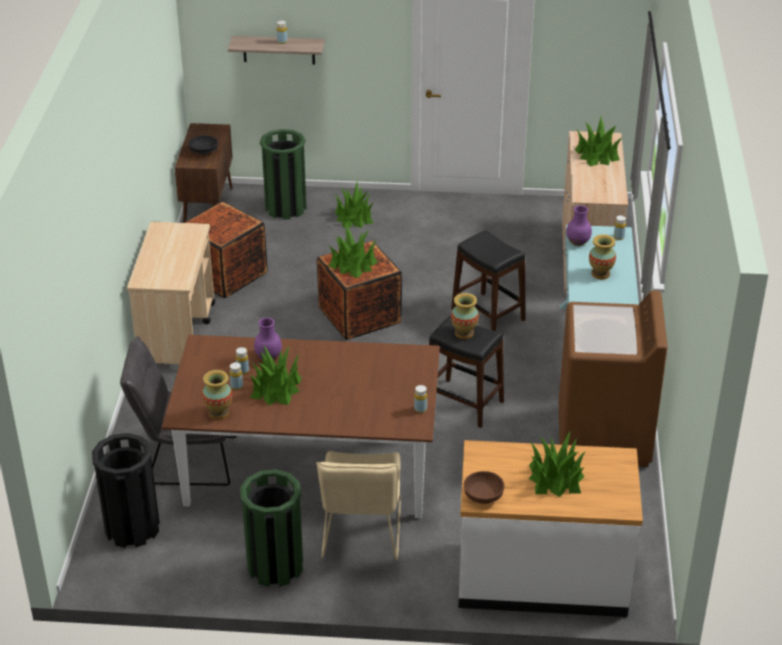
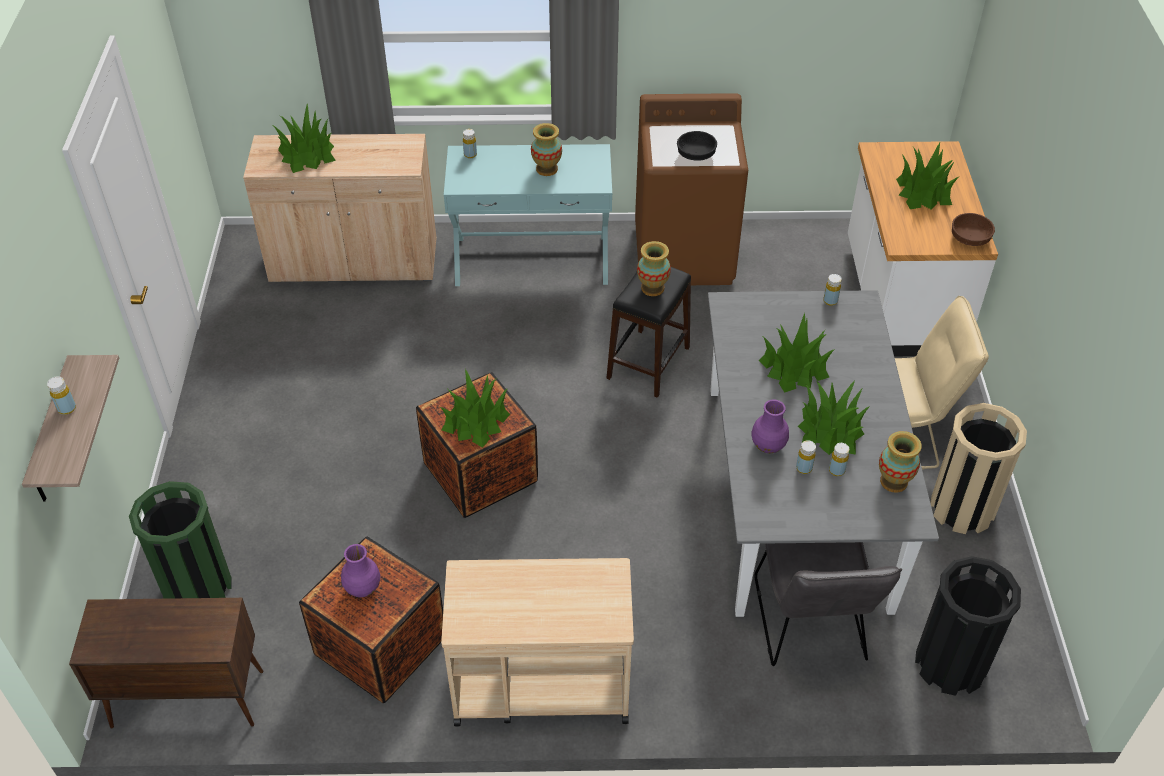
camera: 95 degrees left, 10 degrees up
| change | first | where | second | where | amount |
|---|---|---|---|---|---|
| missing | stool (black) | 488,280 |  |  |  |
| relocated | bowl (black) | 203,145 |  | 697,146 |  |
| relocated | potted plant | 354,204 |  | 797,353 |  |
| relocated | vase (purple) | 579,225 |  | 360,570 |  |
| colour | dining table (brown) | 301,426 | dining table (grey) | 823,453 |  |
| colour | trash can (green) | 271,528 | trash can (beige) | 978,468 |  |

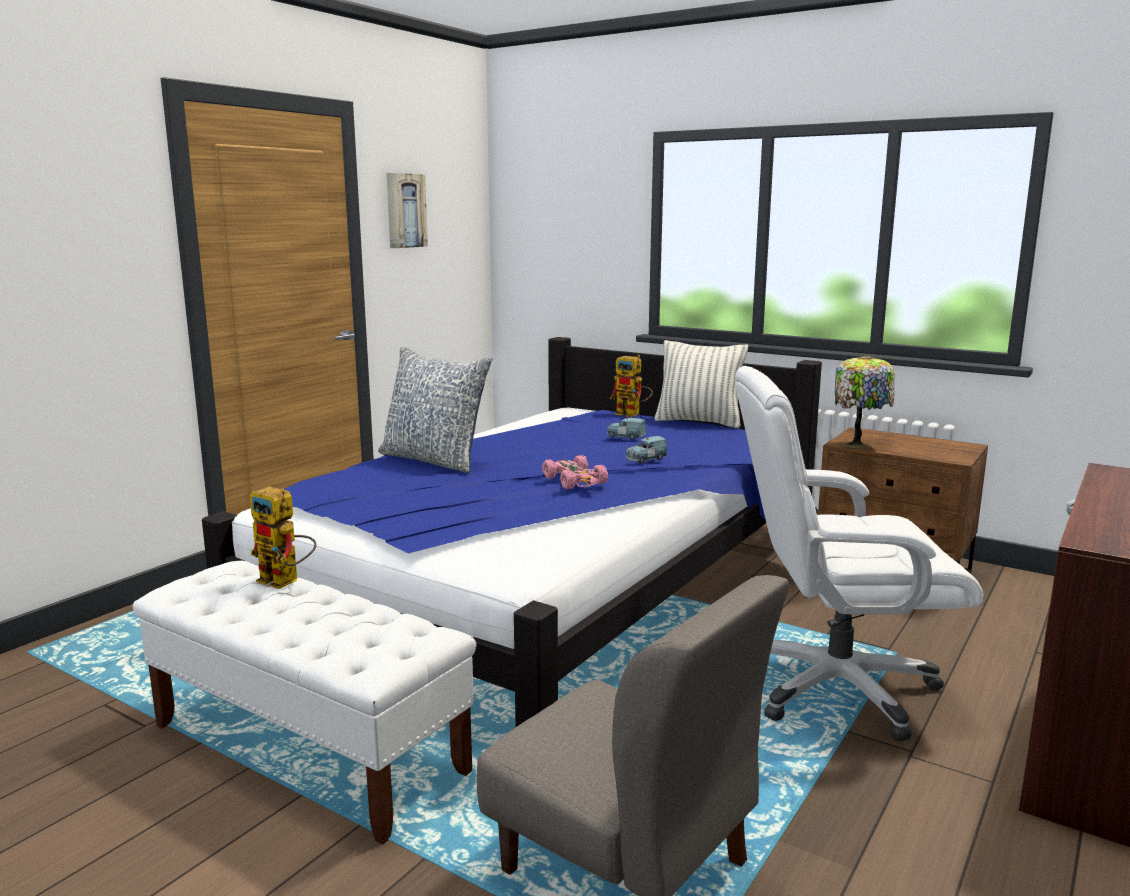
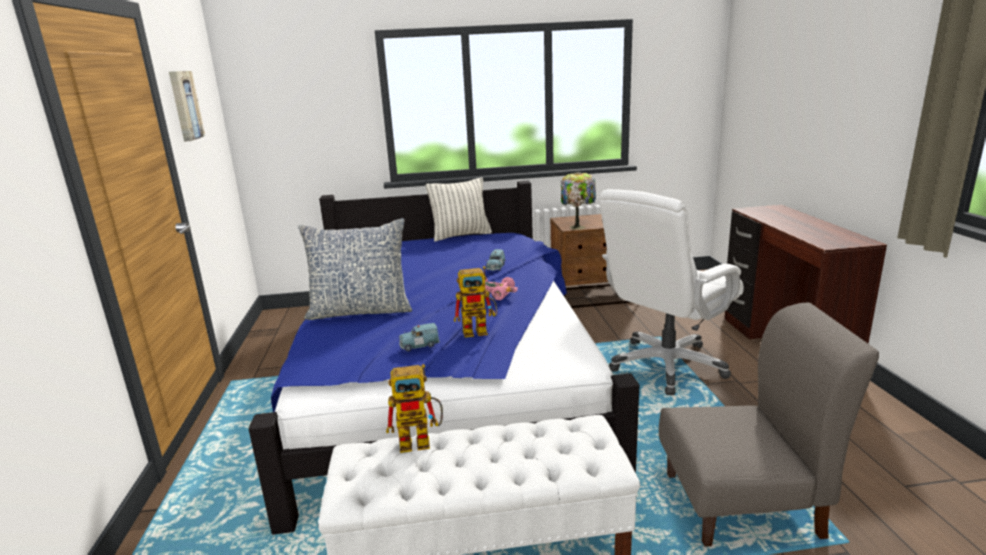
camera: 40 degrees left, 5 degrees up
| change | first | where | second | where | amount |
|---|---|---|---|---|---|
| relocated | toy car (blue) | 626,428 |  | 419,337 |  |
| relocated | toy robot | 631,386 |  | 475,302 |  |

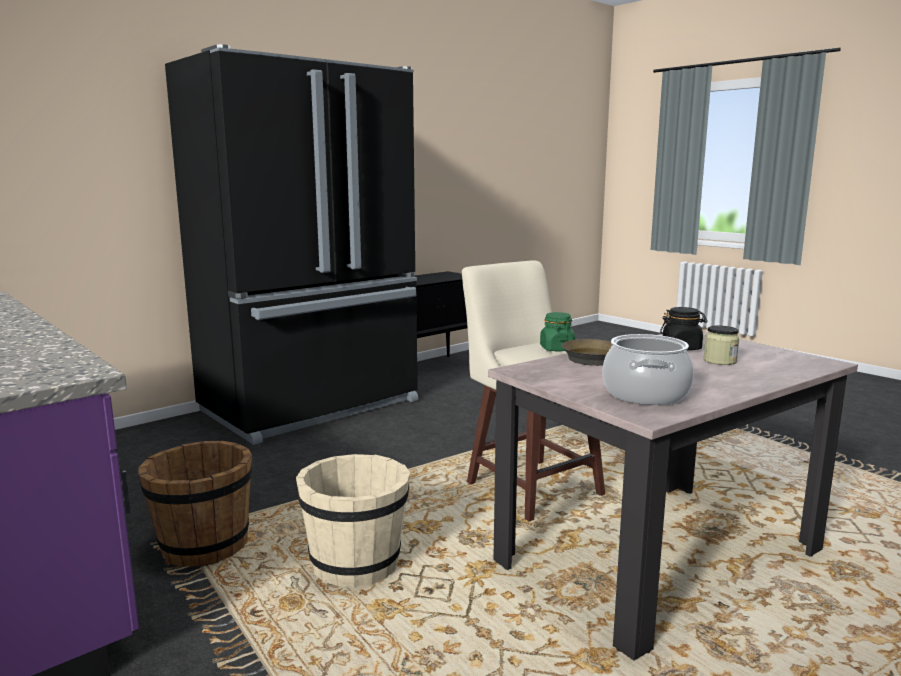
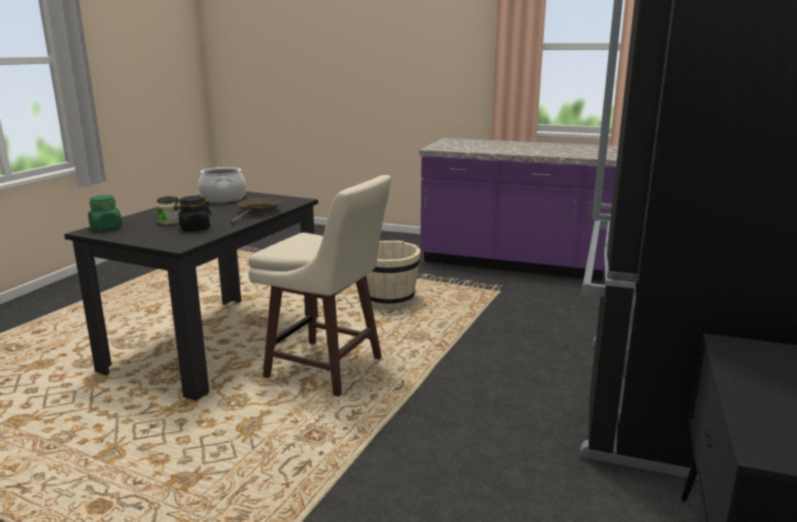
camera: 150 degrees right, 5 degrees up
| change | first | where | second | where | amount |
|---|---|---|---|---|---|
| missing | bucket (brown) | 195,504 |  |  |  |
| relocated | jar (green) | 557,331 |  | 105,212 |  |
| colour | dining table (beige) | 673,496 | dining table (black) | 191,296 |  |

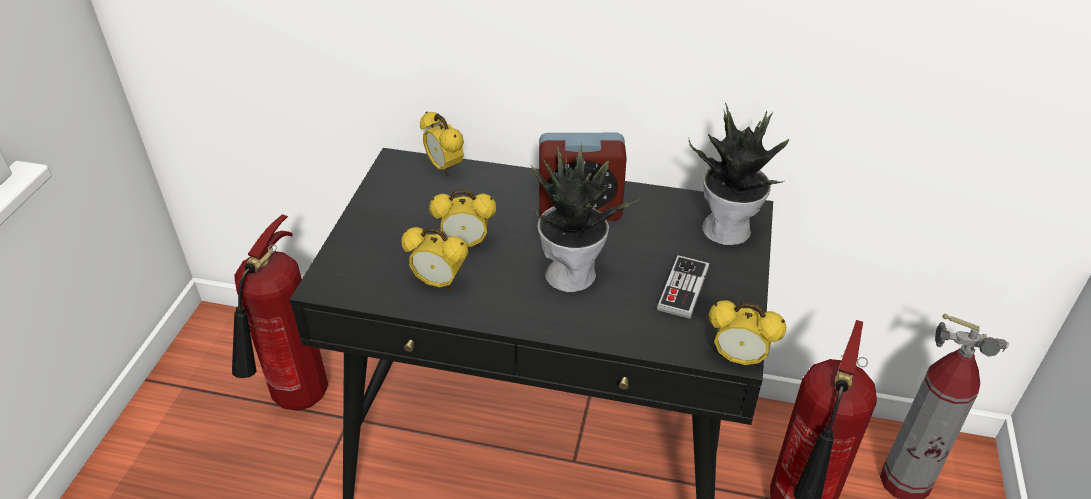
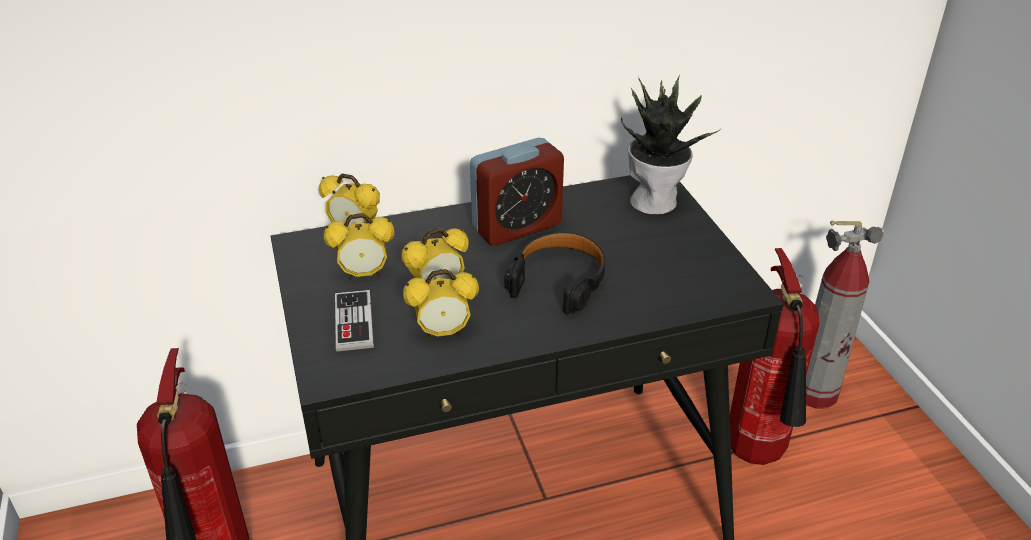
camera: 30 degrees left, 5 degrees down
| change | first | where | second | where | amount |
|---|---|---|---|---|---|
| relocated | game controller | 683,287 |  | 354,321 |  |
| relocated | alarm clock | 747,334 |  | 359,246 |  |
| exchanged | potted plant | 585,217 | headphones (black) | 554,273 |  |

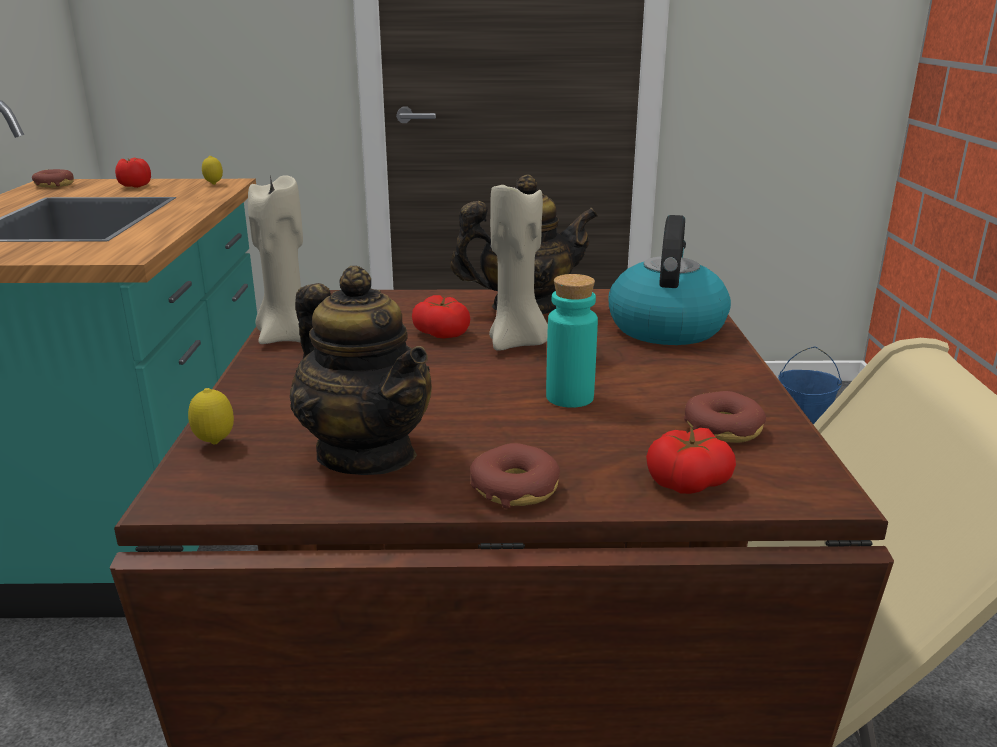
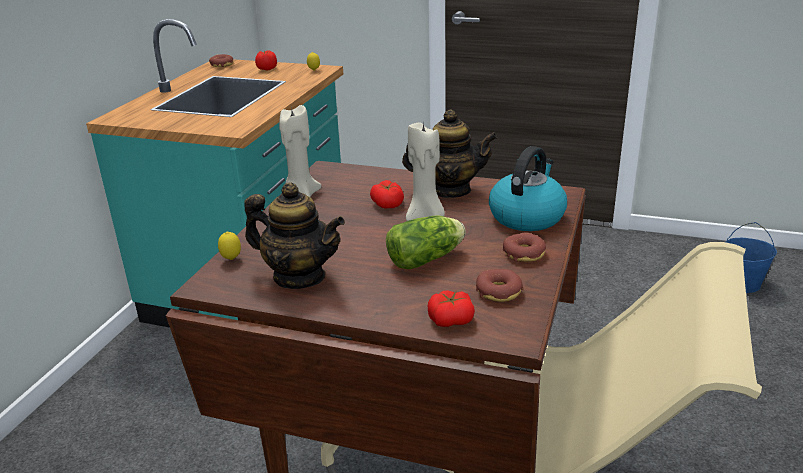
camera: 20 degrees right, 5 degrees up
| change | first | where | second | where | amount |
|---|---|---|---|---|---|
| relocated | donut | 515,476 |  | 524,247 |  |
| exchanged | bottle (turquoise) | 572,341 | lettuce | 426,242 |  |
| spun | teapot | 361,370 |  | 294,235 | 45 degrees counterclockwise |

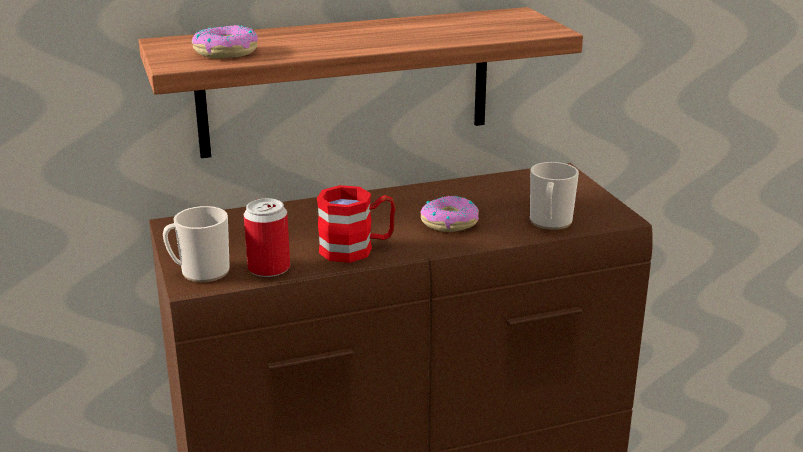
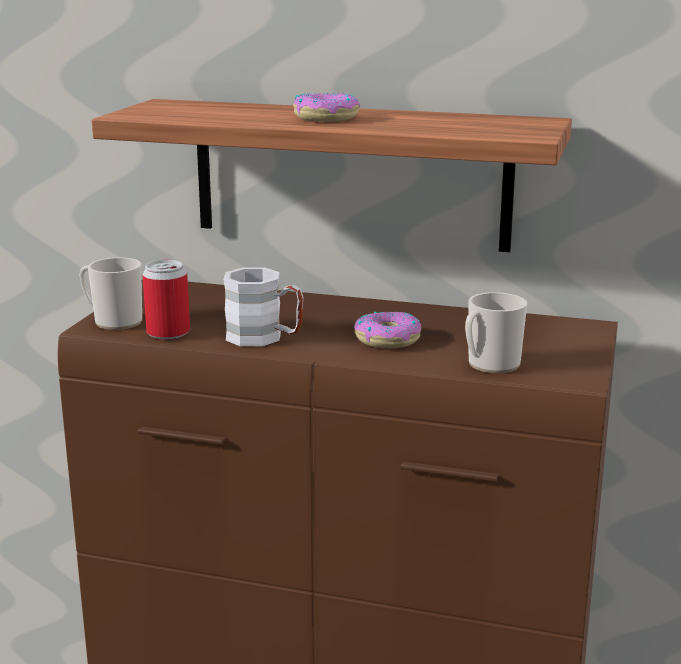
camera: 35 degrees right, 5 degrees down
| change | first | where | second | where | amount |
|---|---|---|---|---|---|
| relocated | donut | 225,41 |  | 326,107 |  |
| colour | mug (red) | 356,224 | mug (white) | 263,306 |  |

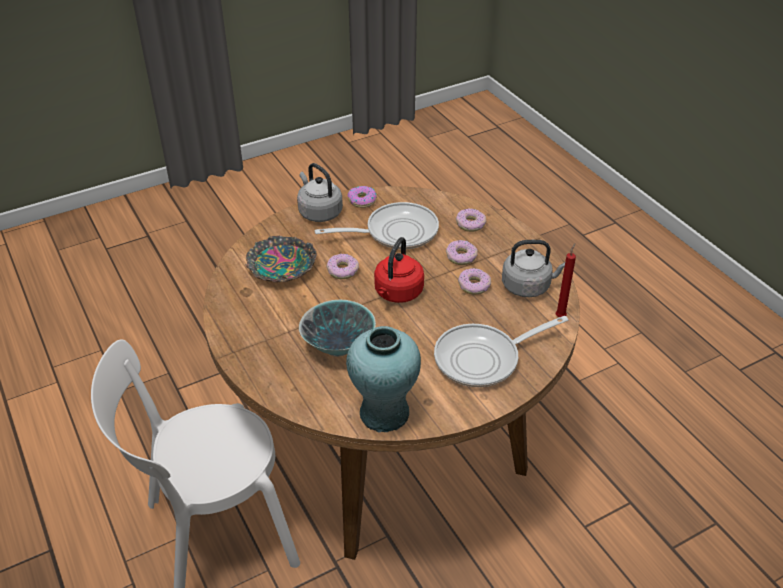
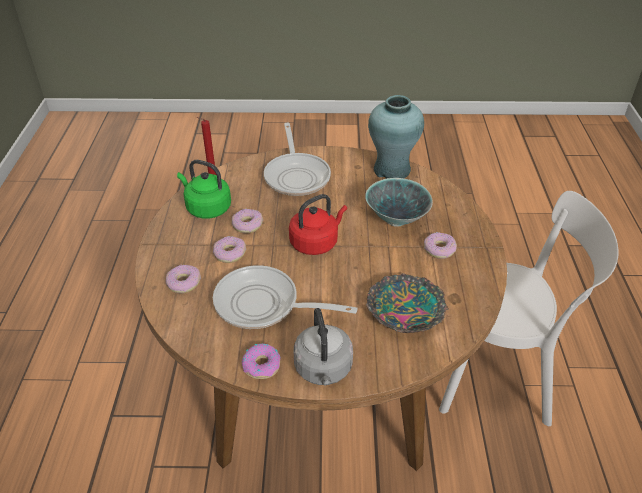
camera: 150 degrees left, 0 degrees up
| change | first | where | second | where | amount |
|---|---|---|---|---|---|
| relocated | donut | 343,266 |  | 440,246 |  |
| colour | kettle (grey) | 533,268 | kettle (green) | 204,189 |  |
| spun | frying pan | 501,351 |  | 297,159 | 75 degrees clockwise |

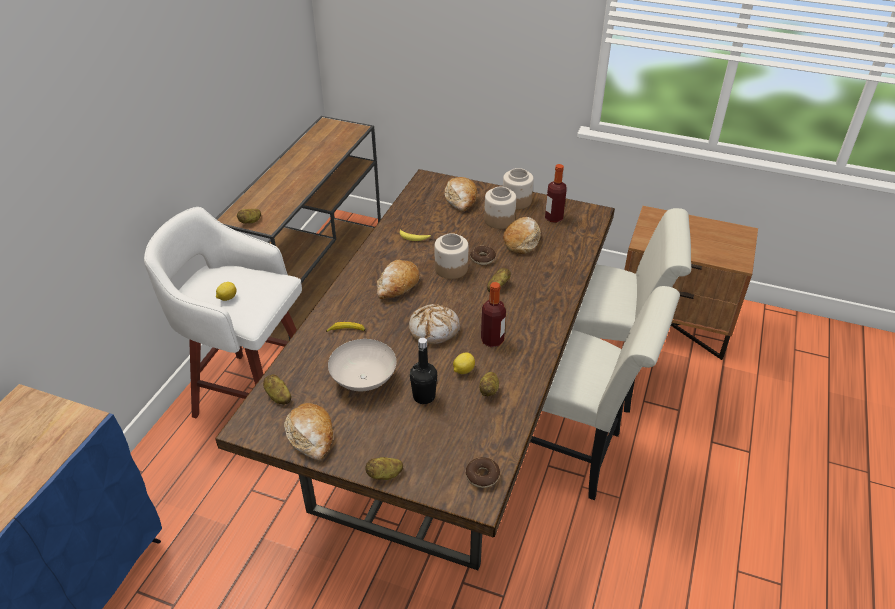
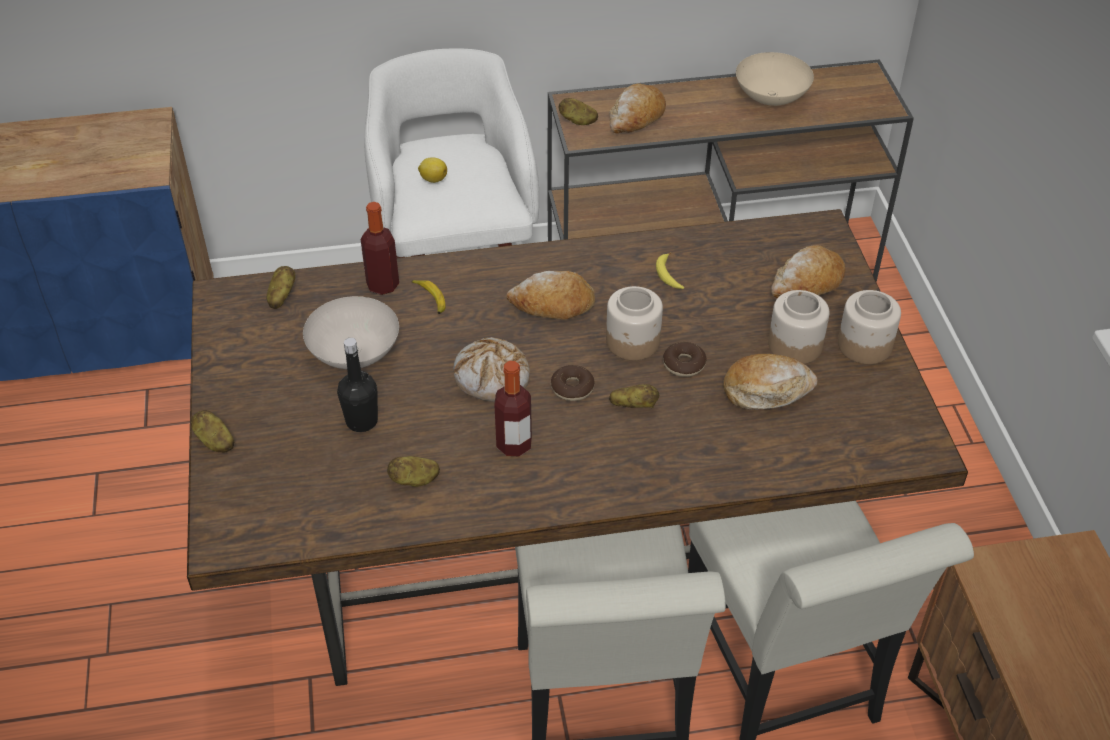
camera: 60 degrees right, 5 degrees up
| change | first | where | second | where | amount |
|---|---|---|---|---|---|
| missing | lemon | 464,363 |  |  |  |
| appeared |  |  | bowl (beige) | 775,79 |  |
| relocated | bread | 308,431 |  | 638,108 |  |
| relocated | donut | 483,472 |  | 573,383 |  |
| relocated | bottle | 556,193 |  | 380,248 |  |

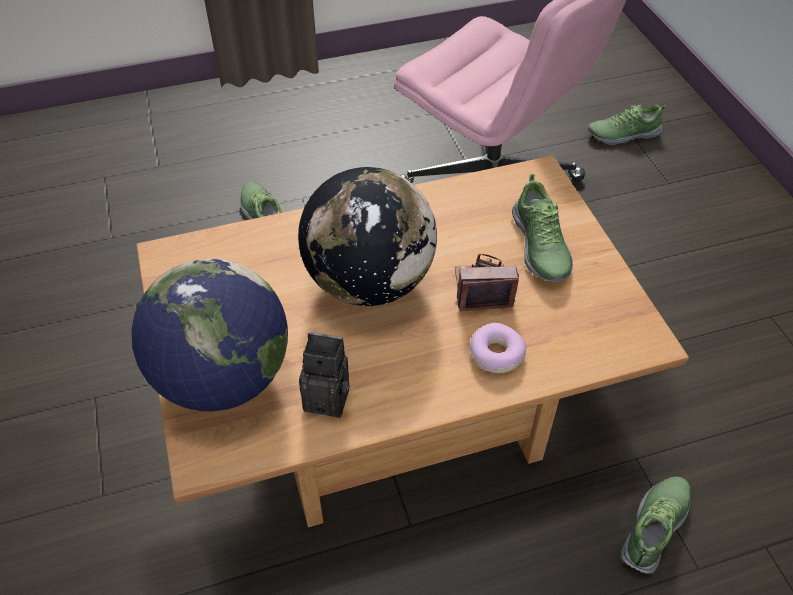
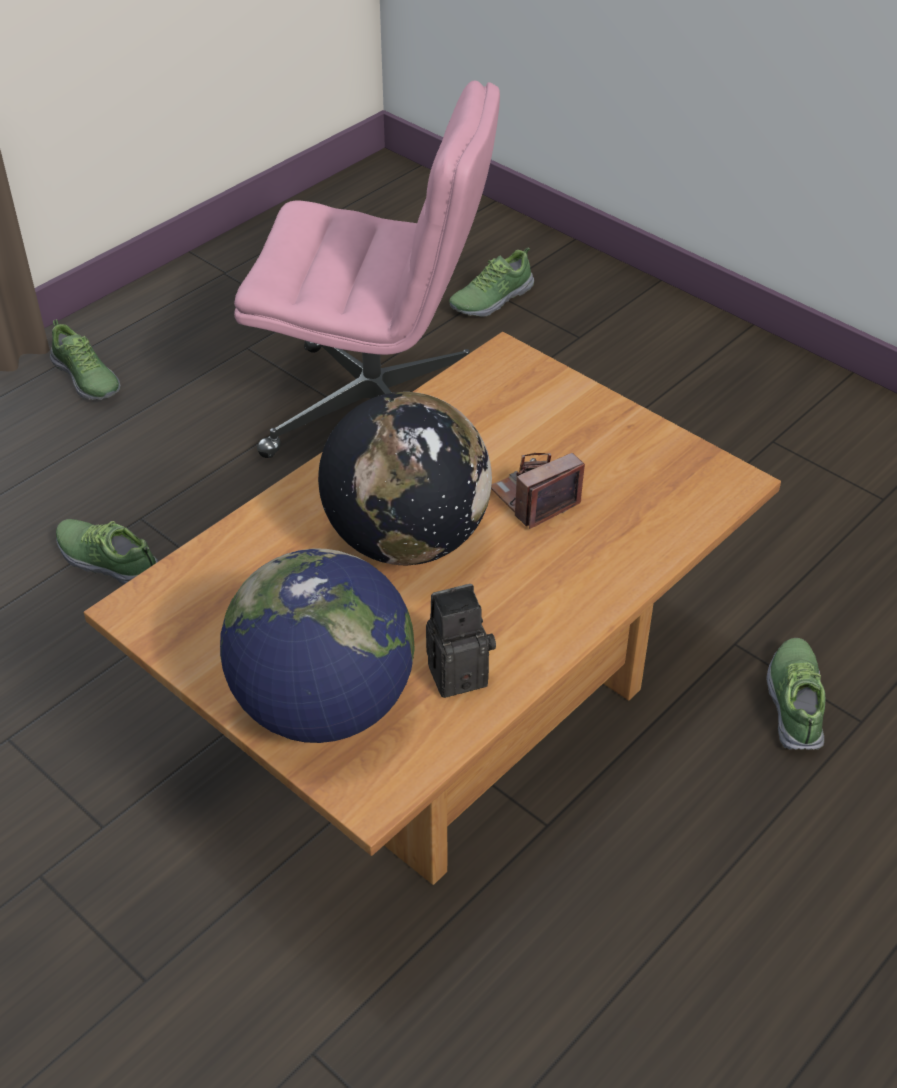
camera: 30 degrees left, 5 degrees down
| change | first | where | second | where | amount |
|---|---|---|---|---|---|
| missing | donut | 498,348 |  |  |  |
| relocated | shoe | 542,228 |  | 85,359 |  |

